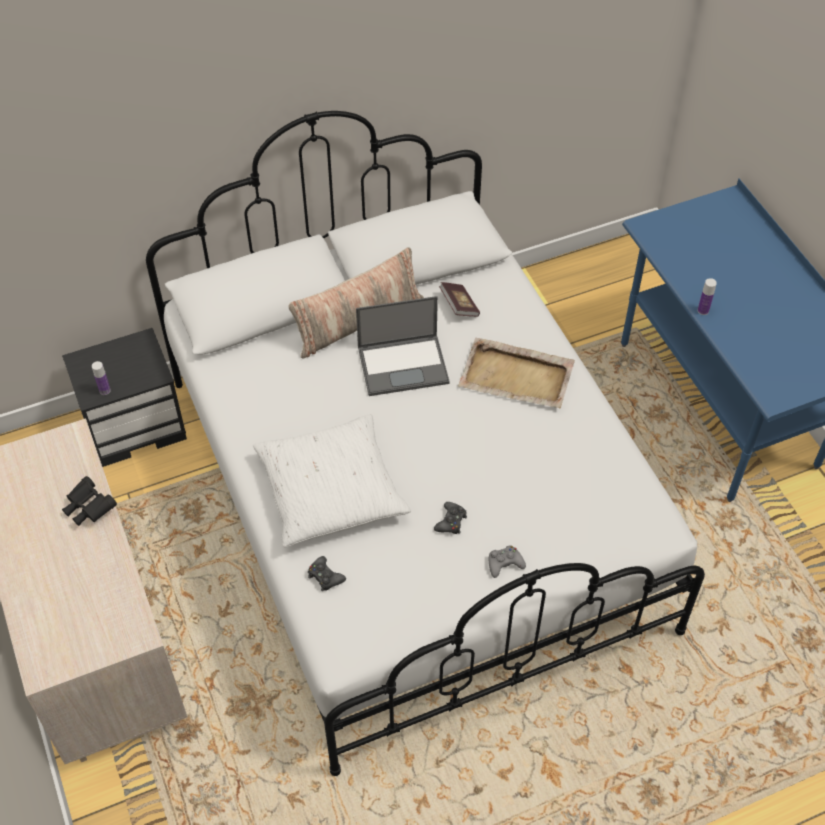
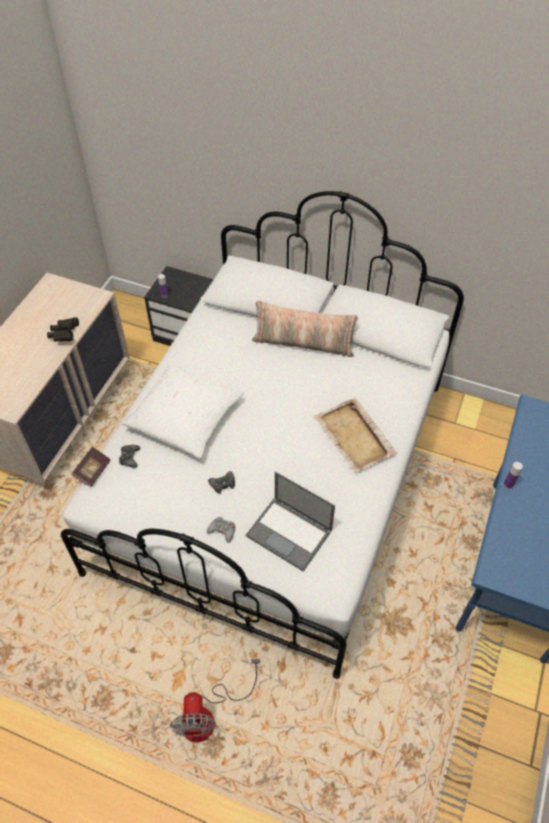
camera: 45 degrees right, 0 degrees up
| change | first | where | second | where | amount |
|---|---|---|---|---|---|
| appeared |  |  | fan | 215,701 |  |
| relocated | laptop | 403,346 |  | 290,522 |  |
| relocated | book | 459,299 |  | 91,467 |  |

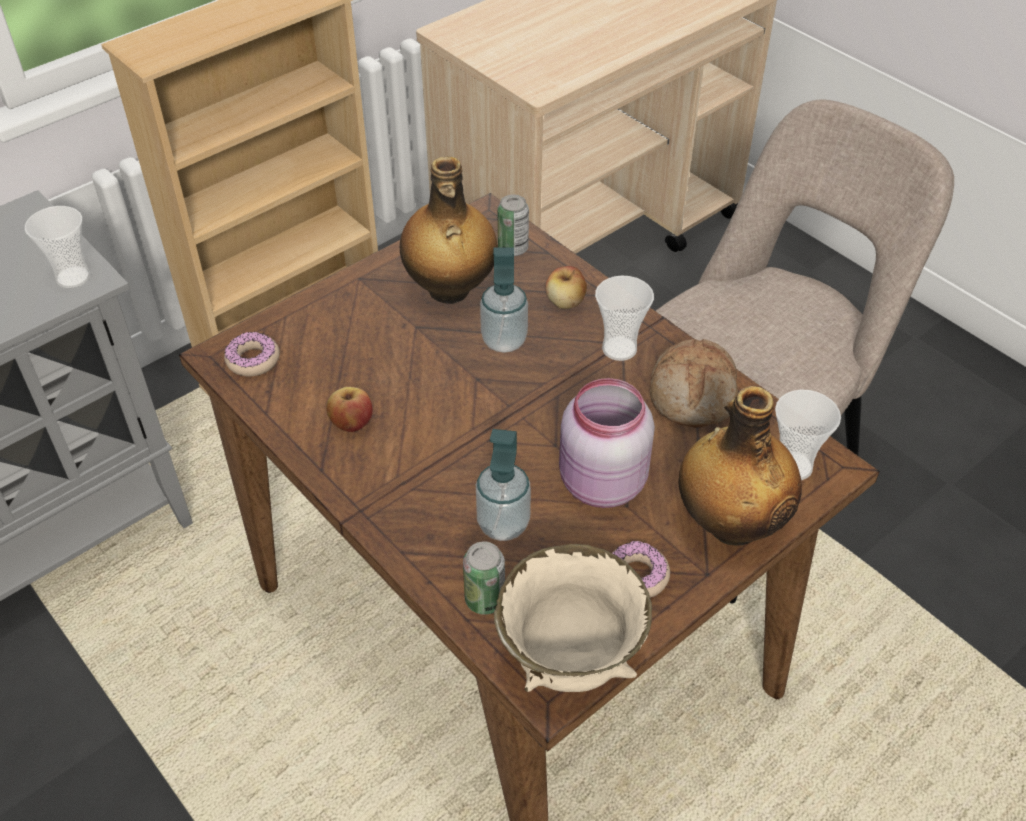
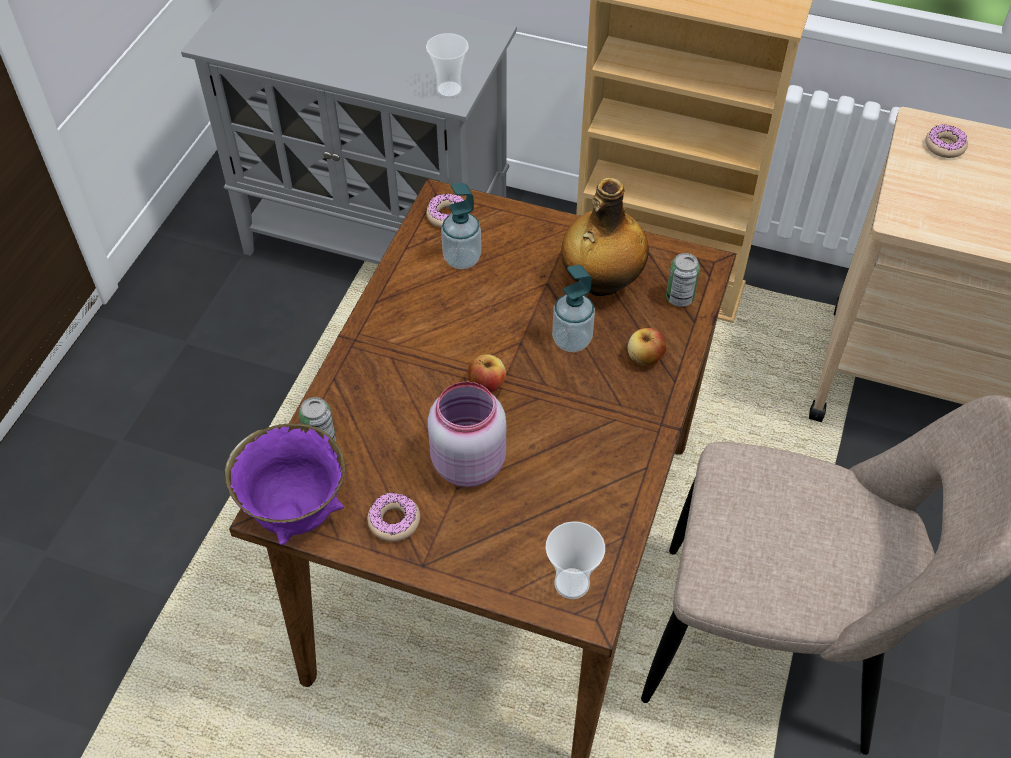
camera: 60 degrees right, 5 degrees up
| change | first | where | second | where | amount |
|---|---|---|---|---|---|
| missing | cup | 624,318 |  |  |  |
| missing | bread | 694,383 |  |  |  |
| missing | bottle | 740,466 |  |  |  |
| appeared |  |  | donut | 946,141 |  |
| relocated | apple | 349,409 |  | 487,373 |  |
| relocated | soap dispenser | 503,485 |  | 461,226 |  |
| colour | bowl (beige) | 572,618 | bowl (purple) | 285,484 |  |

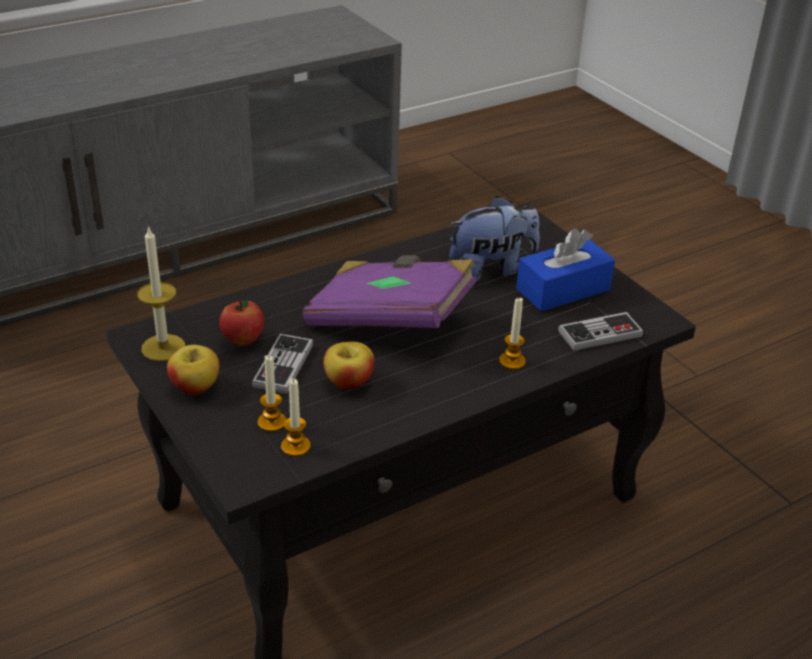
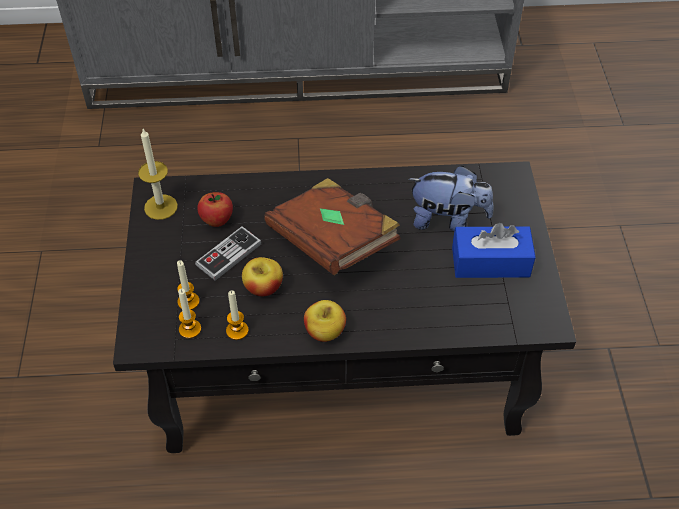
camera: 30 degrees right, 15 degrees up
| change | first | where | second | where | amount |
|---|---|---|---|---|---|
| missing | game controller | 601,331 |  |  |  |
| relocated | apple | 193,370 |  | 325,321 |  |
| relocated | candle | 512,334 |  | 237,315 |  |
| colour | book (purple) | 389,291 | book (brown) | 332,226 |  |

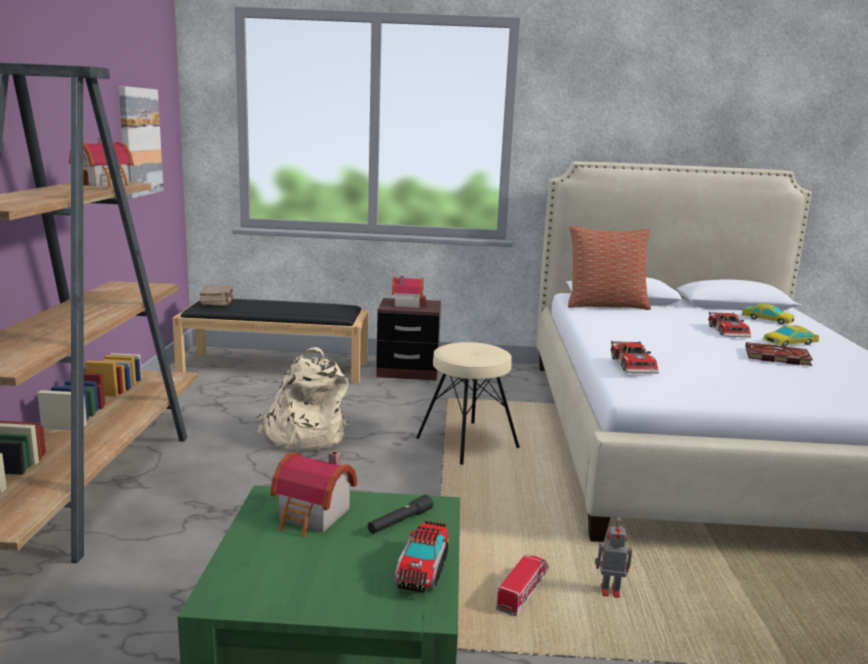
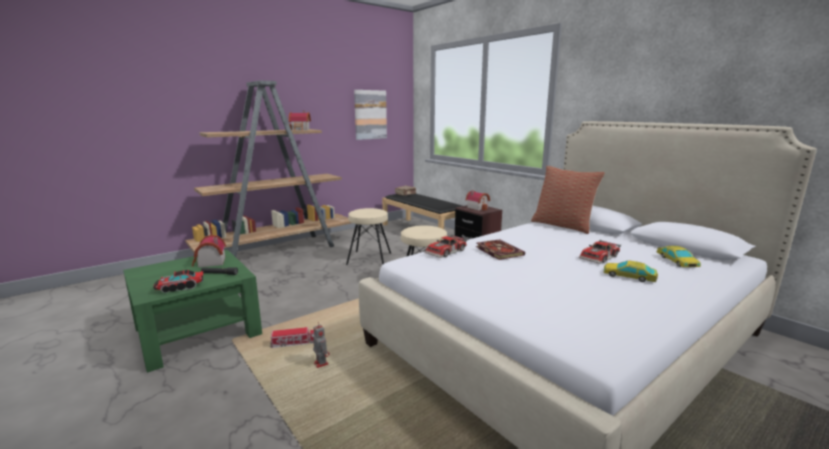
camera: 50 degrees right, 0 degrees up
| change | first | where | second | where | amount |
|---|---|---|---|---|---|
| relocated | book | 779,354 |  | 500,249 |  |
| exchanged | backpack (beige) | 302,399 | stool (beige) | 368,236 |  |

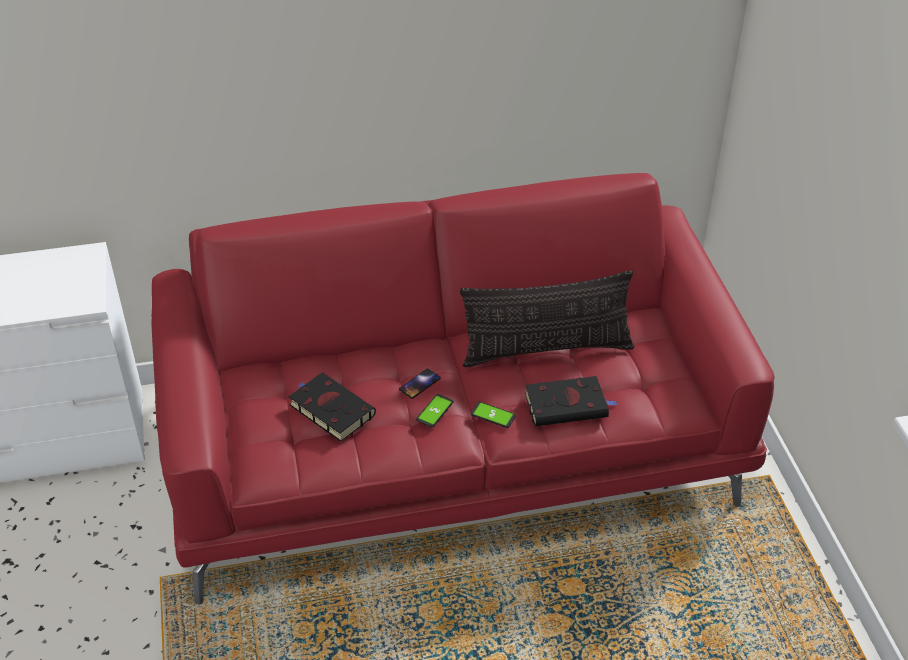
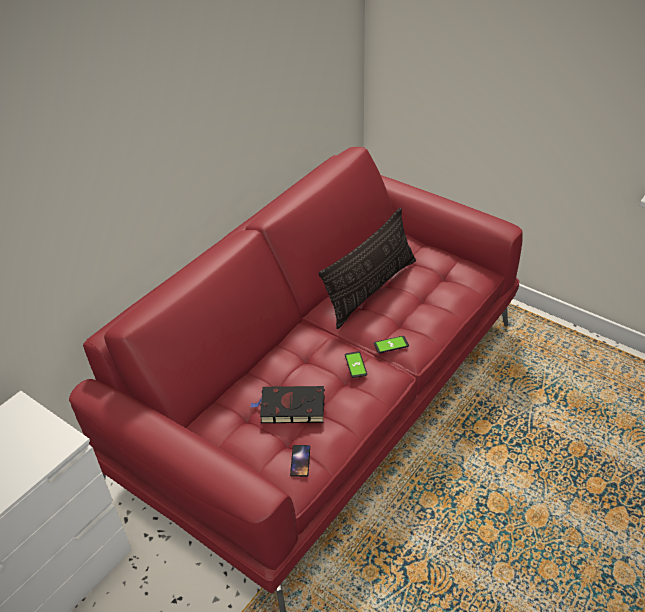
camera: 40 degrees left, 0 degrees up
| change | first | where | second | where | amount |
|---|---|---|---|---|---|
| missing | book (black) | 571,401 |  |  |  |
| relocated | phone | 420,383 |  | 300,461 |  |

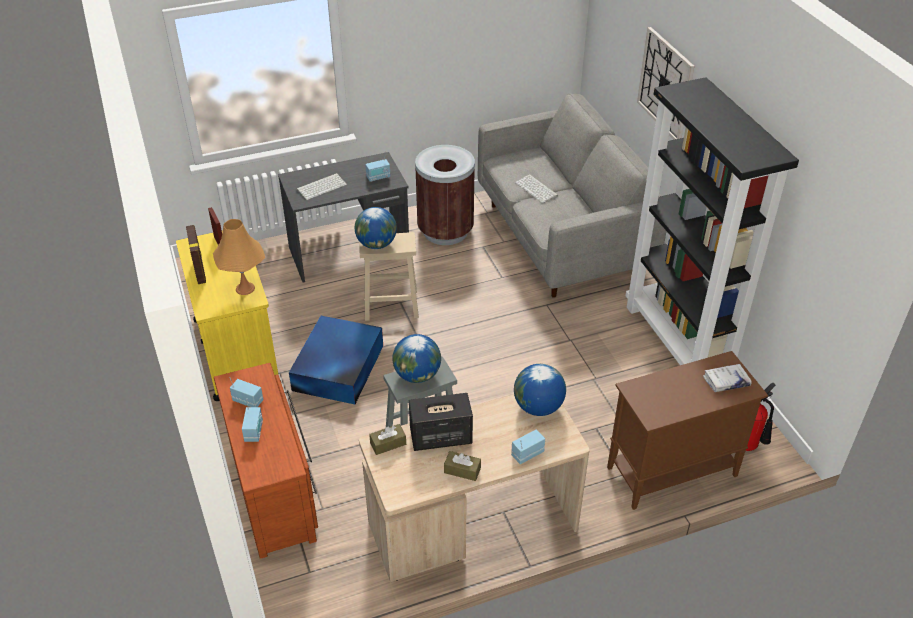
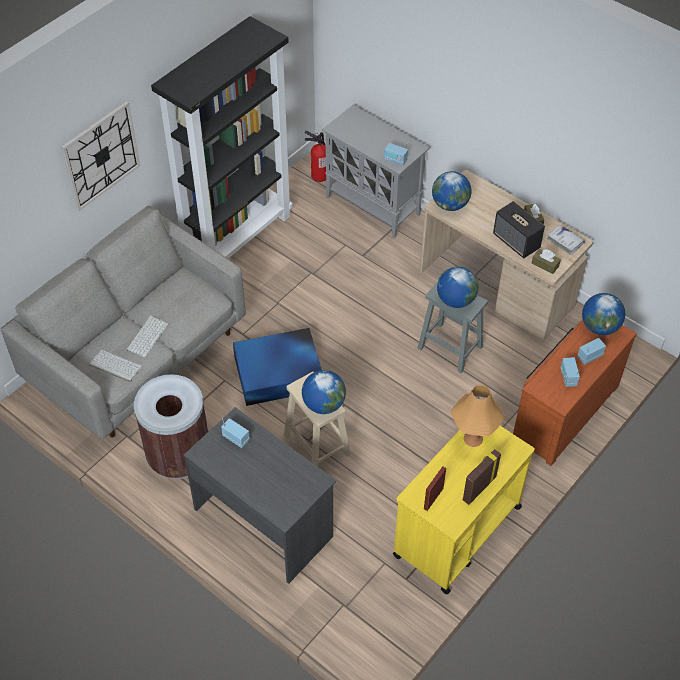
camera: 120 degrees left, 10 degrees up
| change | first | where | second | where | amount |
|---|---|---|---|---|---|
| appeared |  |  | globe | 603,314 |  |
| relocated | storage box (blue) | 336,360 |  | 277,367 |  |
| relocated | keyboard | 322,186 |  | 115,366 |  |
| relocated | radio | 528,446 |  | 396,154 |  |
| relocated | book (white) | 727,378 |  | 566,239 |  |
| colour | cabinet (brown) | 687,430 | cabinet (grey) | 376,171 |  |

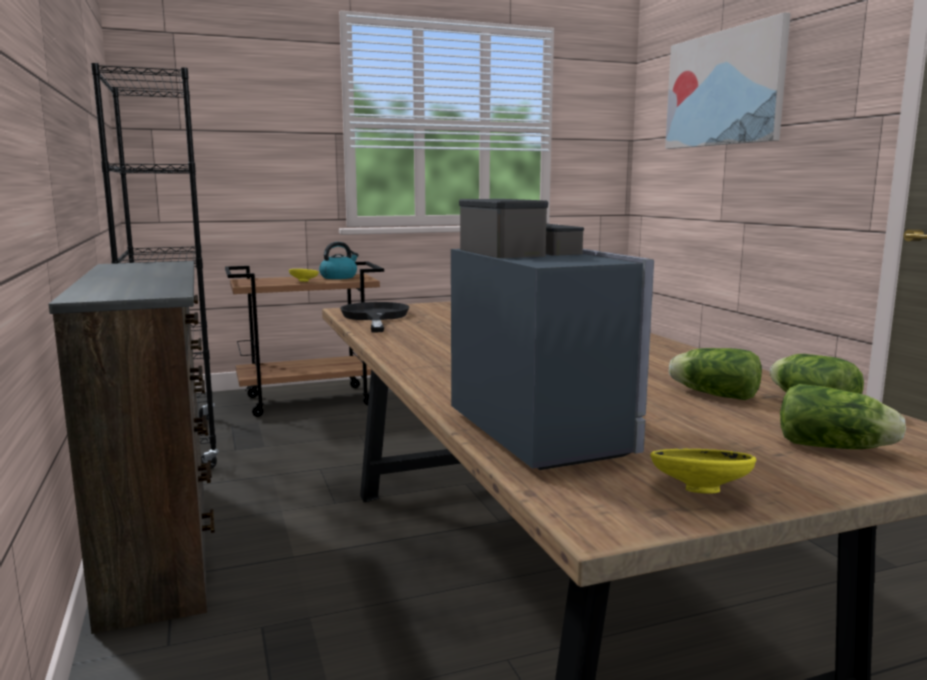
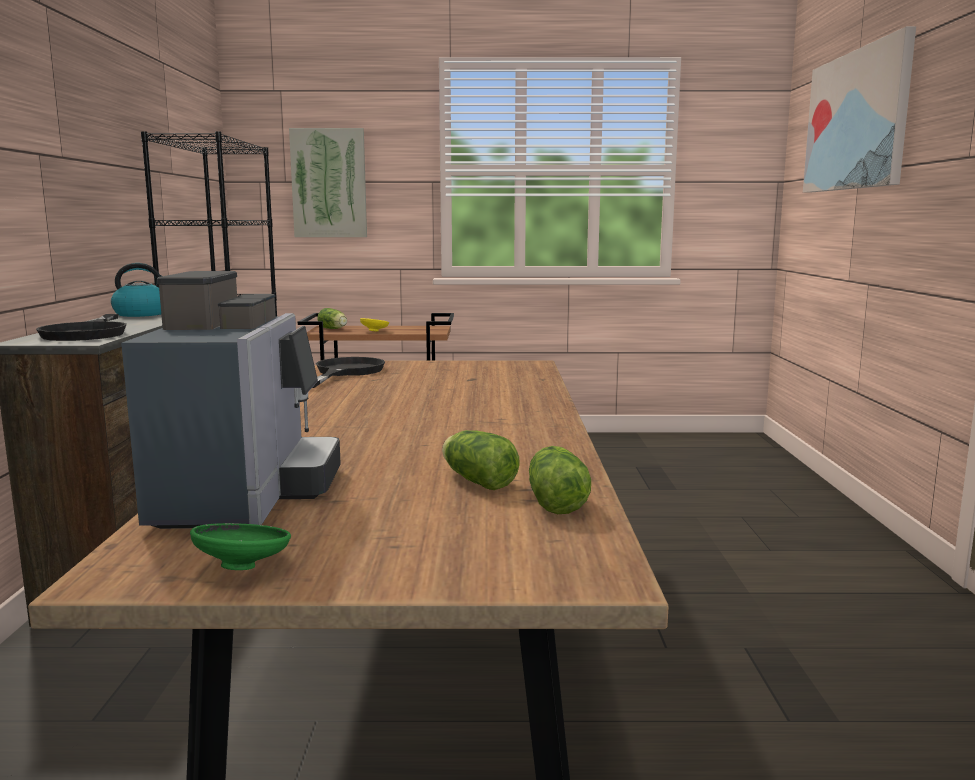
camera: 20 degrees right, 0 degrees up
| change | first | where | second | where | amount |
|---|---|---|---|---|---|
| appeared |  |  | frying pan (black) | 81,327 |  |
| appeared |  |  | picture | 328,182 |  |
| relocated | kettle | 339,260 |  | 136,290 |  |
| relocated | lettuce | 843,416 |  | 332,318 |  |
| colour | bowl (yellow) | 703,471 | bowl (green) | 240,546 |  |

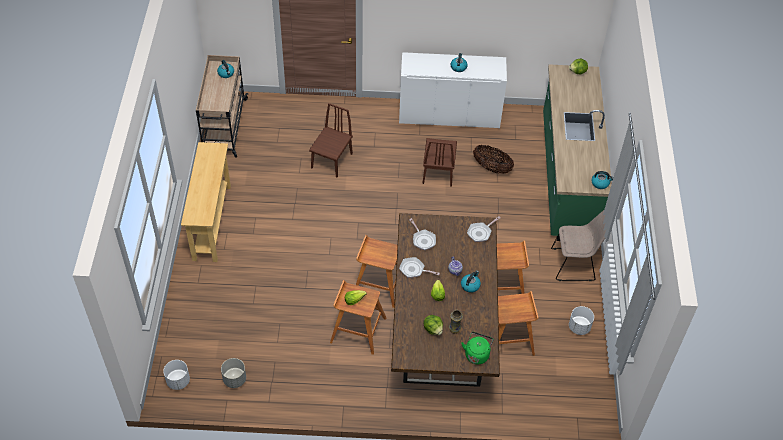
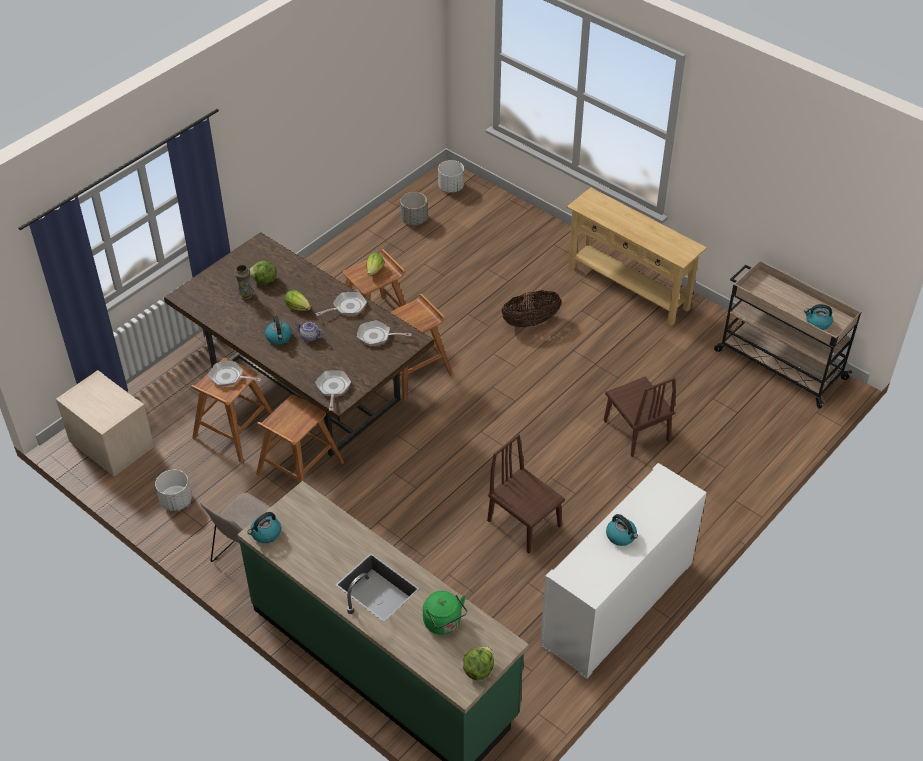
camera: 130 degrees right, 5 degrees down
| change | first | where | second | where | amount |
|---|---|---|---|---|---|
| appeared |  |  | nightstand (beige) | 105,423 |  |
| appeared |  |  | frying pan | 235,374 |  |
| relocated | kettle (green) | 477,348 |  | 445,613 |  |
| relocated | basket | 493,159 |  | 531,308 |  |

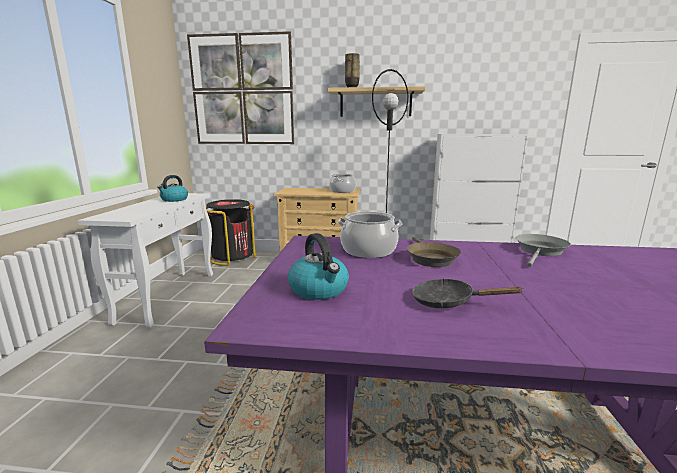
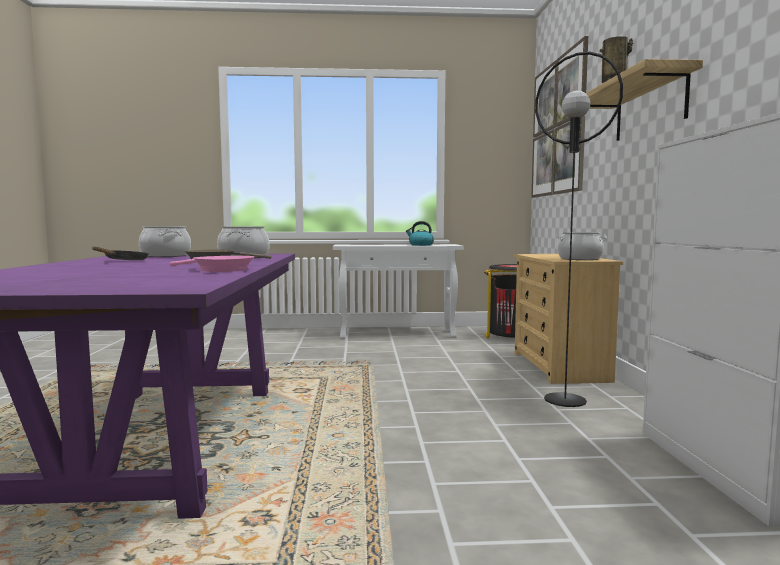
camera: 80 degrees right, 10 degrees down
| change | first | where | second | where | amount |
|---|---|---|---|---|---|
| exchanged | kettle | 318,266 | cooking pot | 165,241 |  |
| colour | frying pan (grey) | 543,250 | frying pan (pink) | 212,264 |  |

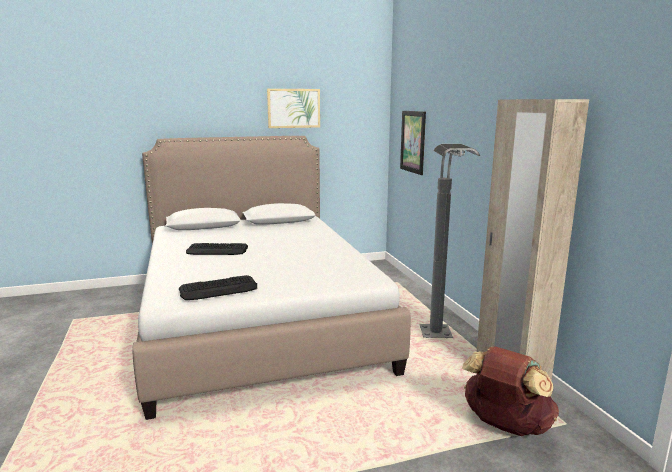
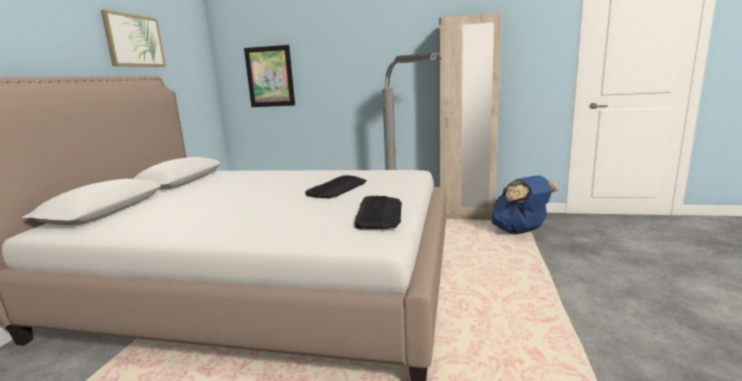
camera: 60 degrees left, 0 degrees up
| change | first | where | second | where | amount |
|---|---|---|---|---|---|
| relocated | keyboard | 217,249 |  | 336,186 |  |
| colour | backpack (brown) | 510,391 | backpack (blue) | 525,204 |  |

